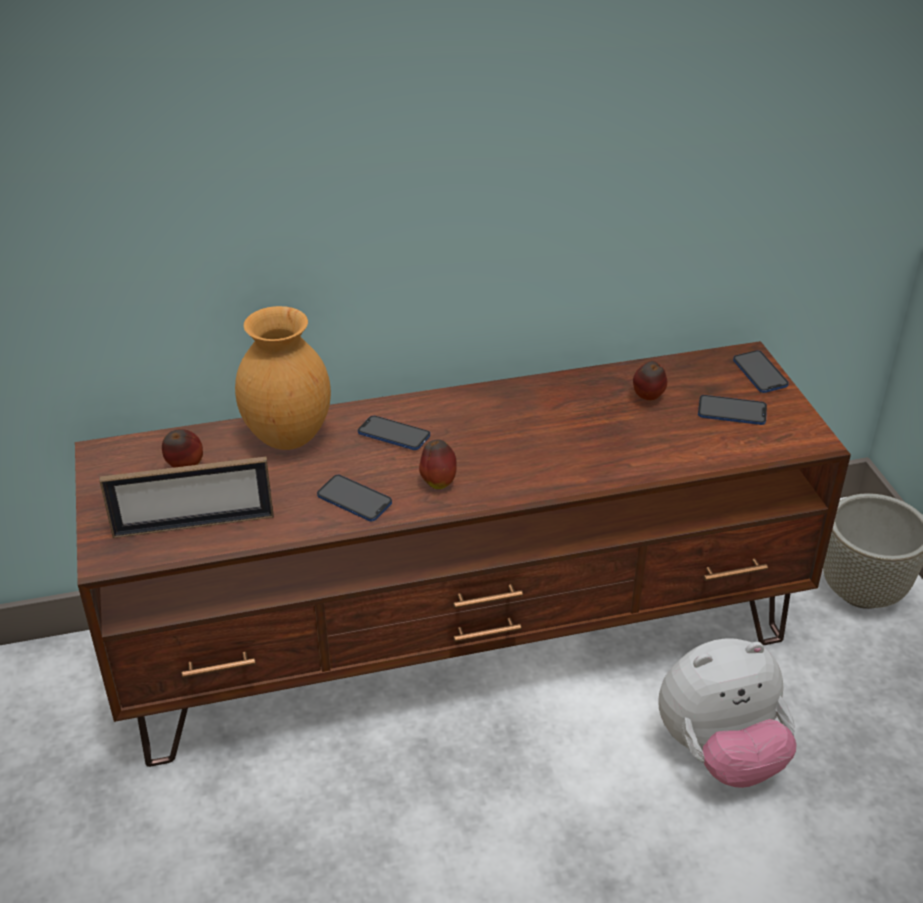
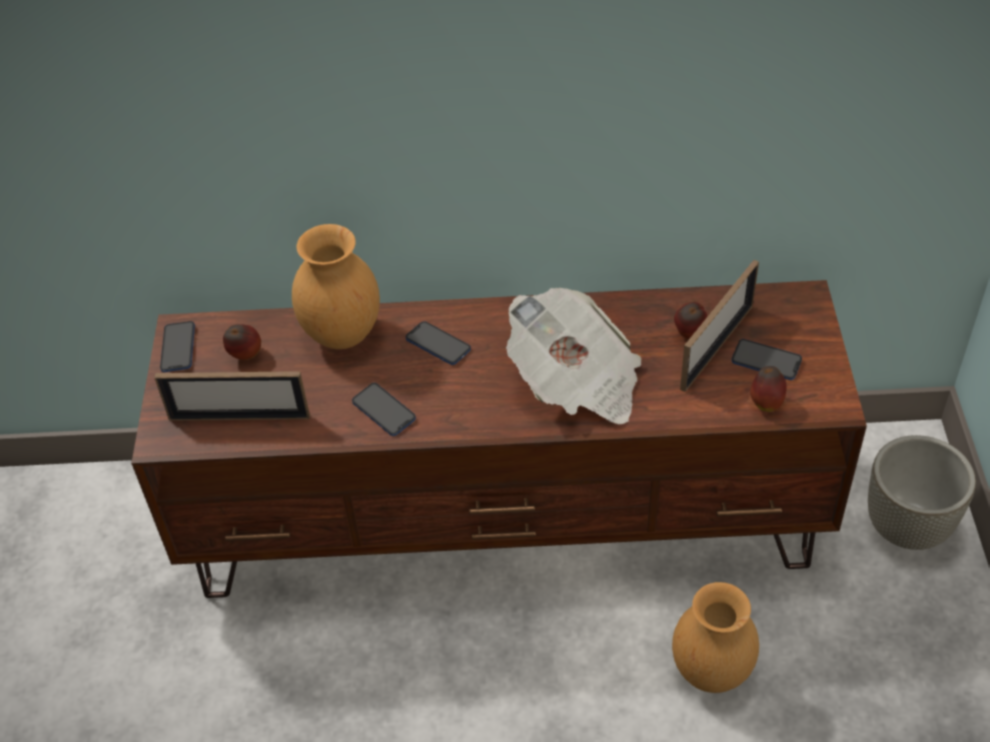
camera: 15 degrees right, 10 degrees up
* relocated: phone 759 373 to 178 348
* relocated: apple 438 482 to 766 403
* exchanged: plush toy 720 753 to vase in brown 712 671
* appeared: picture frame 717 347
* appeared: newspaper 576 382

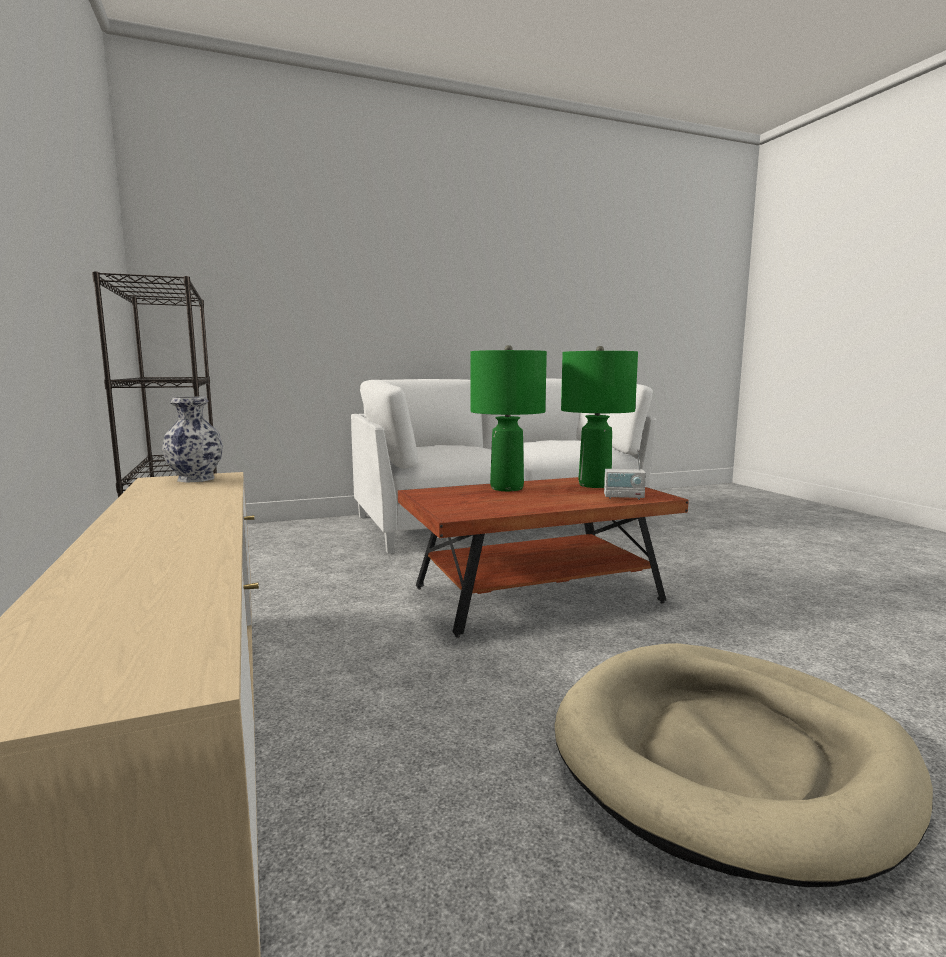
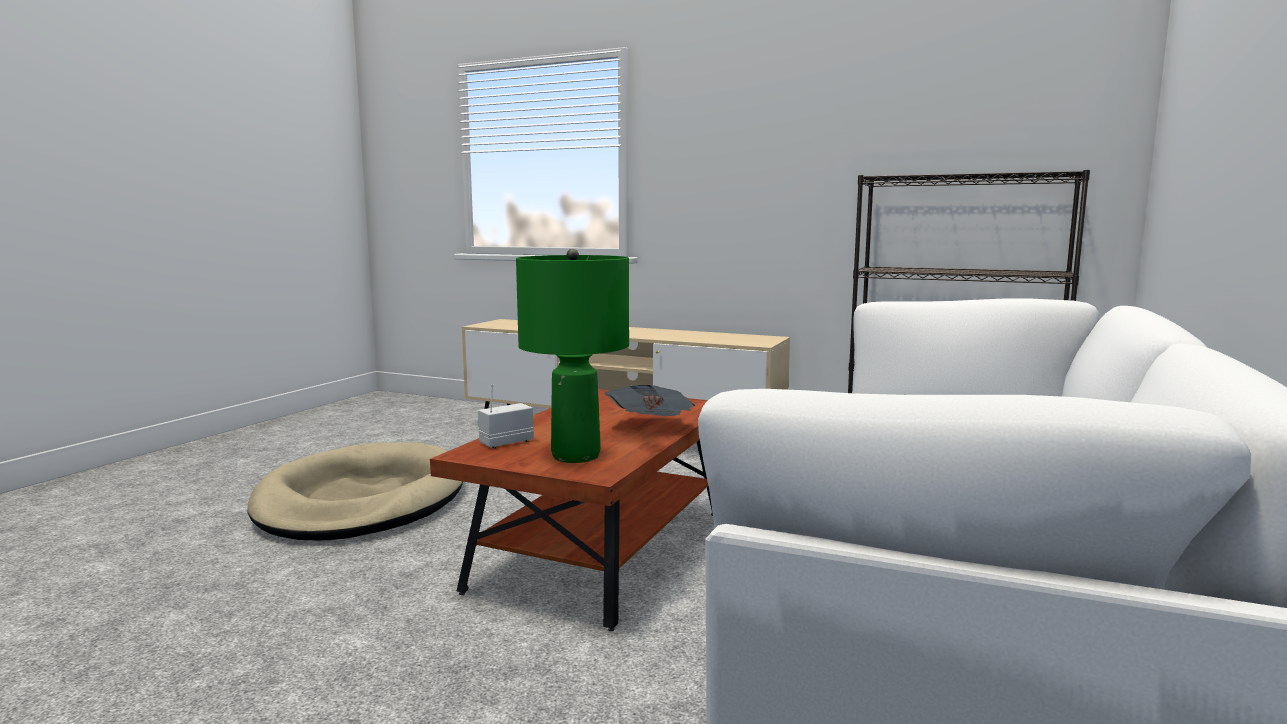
camera: 135 degrees right, 0 degrees up
* exchanged: table lamp in green 506 488 to newspaper 652 426
* missing: vase 195 479

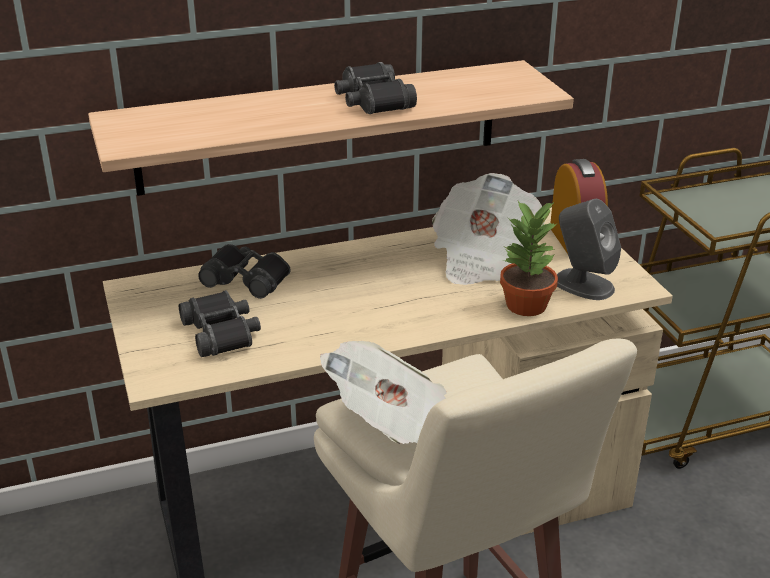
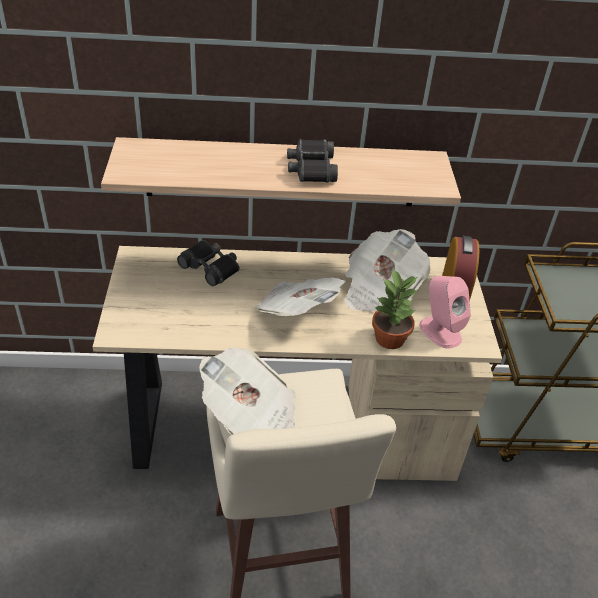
camera: 15 degrees right, 10 degrees up
* colour: speaker in grey 582 284 to speaker in pink 440 331
* missing: binoculars in black 222 333
* appeared: newspaper 297 312

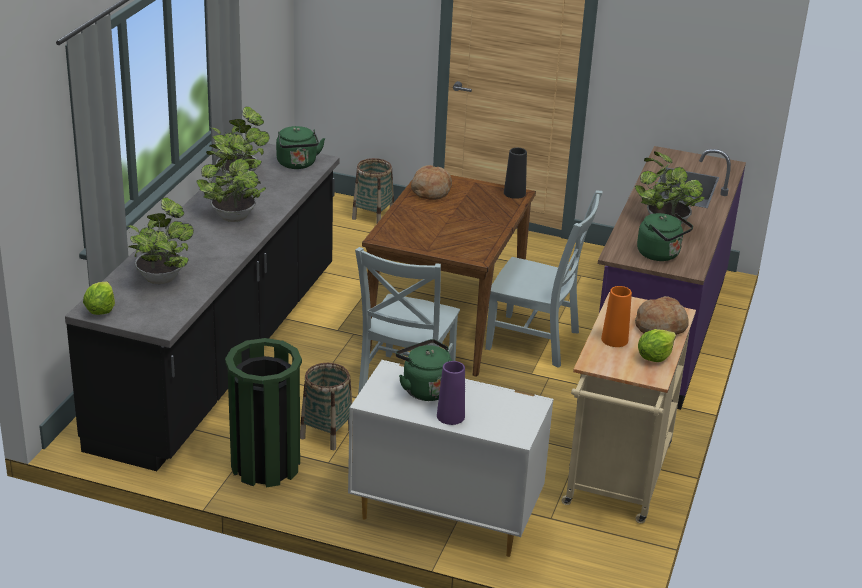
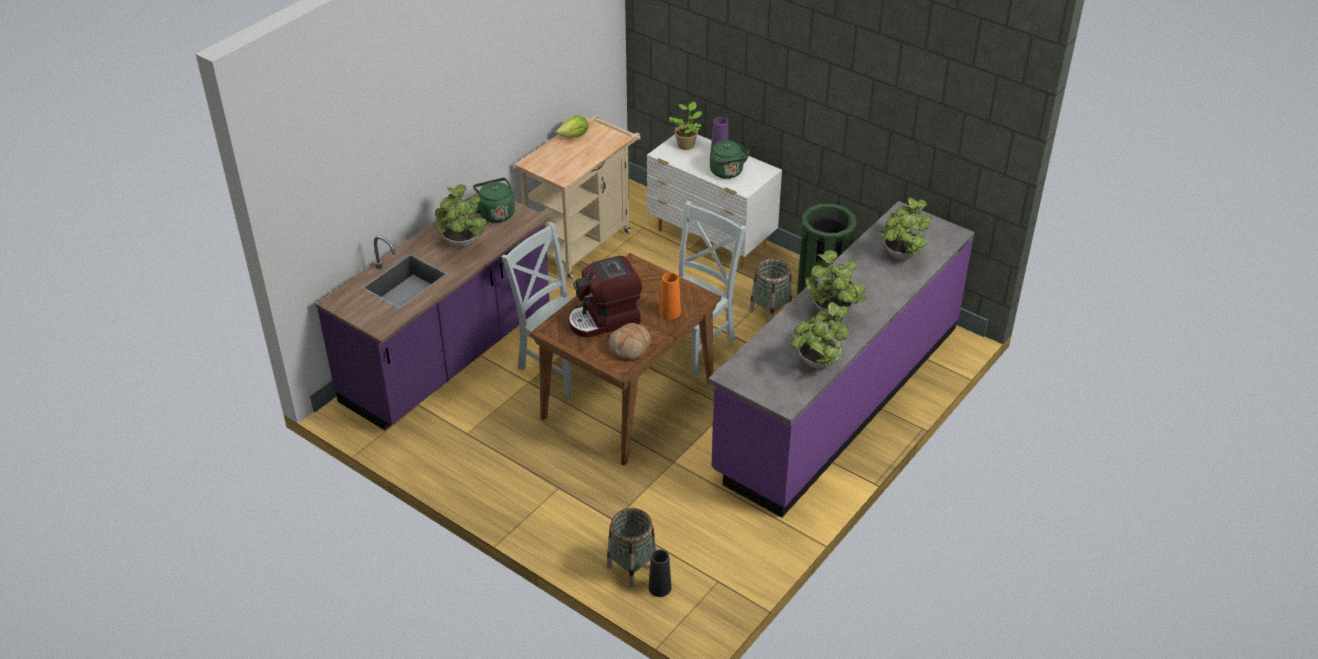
camera: 160 degrees left, 10 degrees up
* missing: kettle in green 297 164
* colour: counter in black 221 355 to counter in purple 838 398
* relocated: vase in black 514 193 to 659 587
* missing: lettuce 100 310
* relocated: vase in orange 614 339 to 670 312
* missing: bread 660 326
* appeared: potted plant 686 144
* appeared: coffee machine 604 320

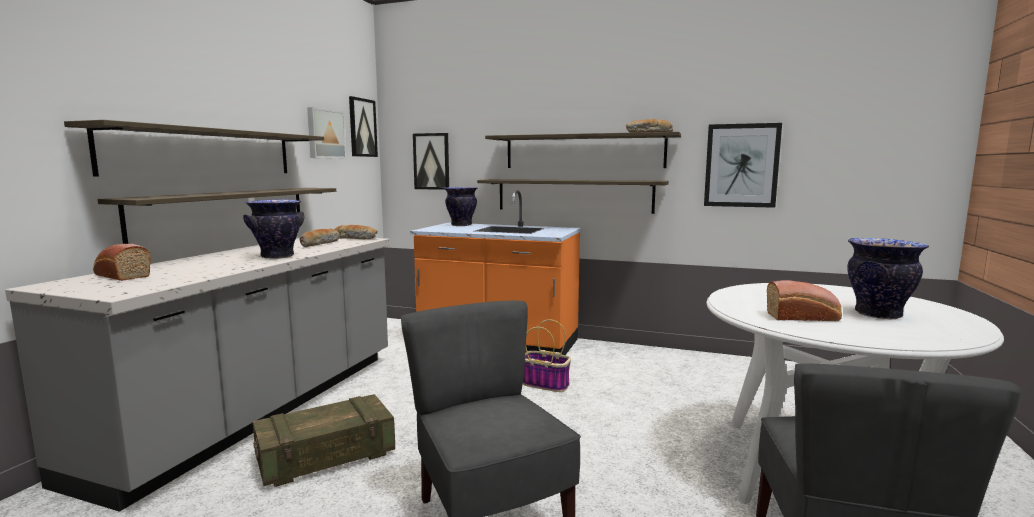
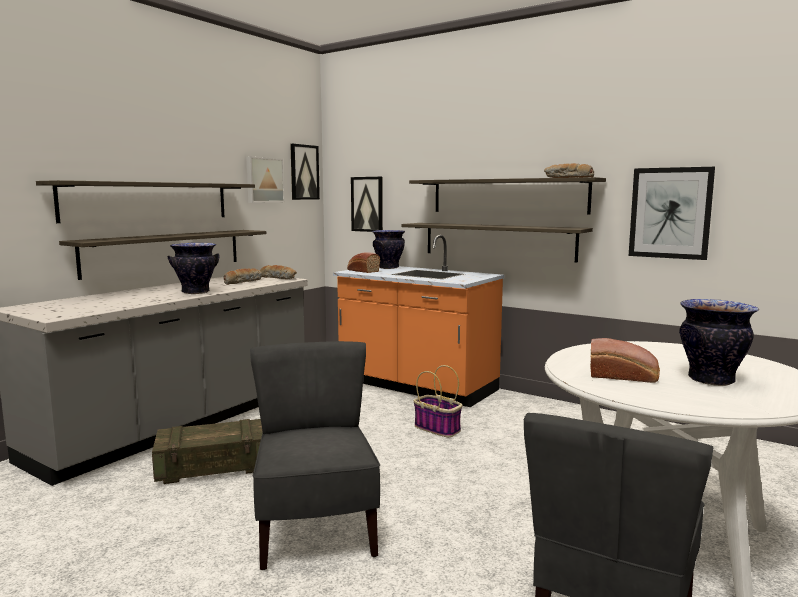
camera: 15 degrees right, 0 degrees up
* relocated: bread 121 275 to 362 271

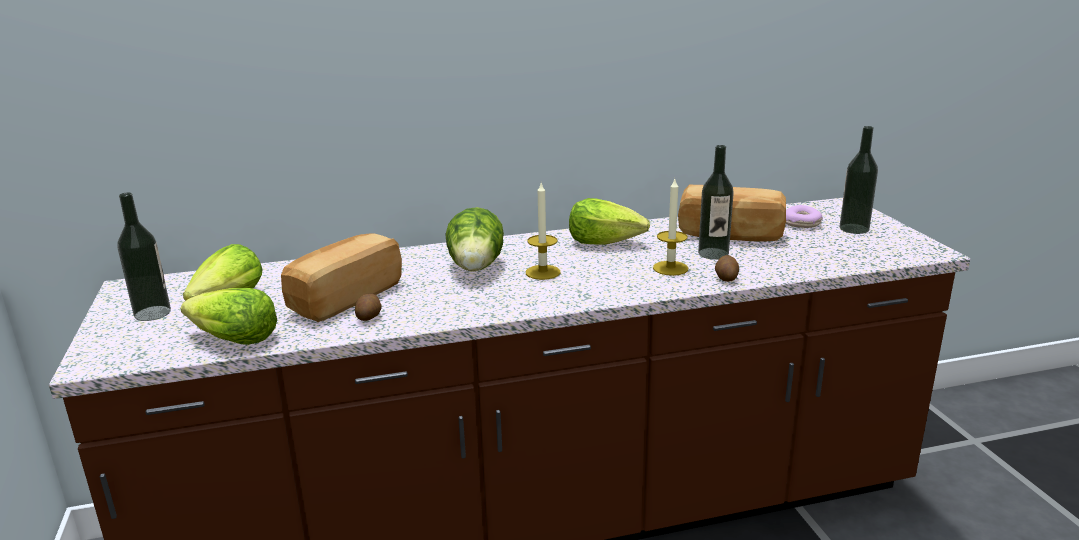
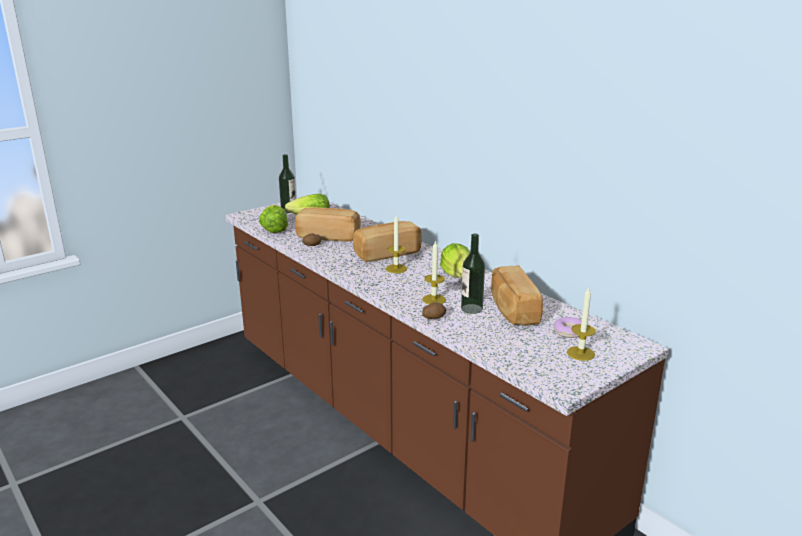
camera: 65 degrees right, 0 degrees up
* exchanged: bottle 854 229 to candle 580 353
* exchanged: lettuce 476 269 to bread 386 253

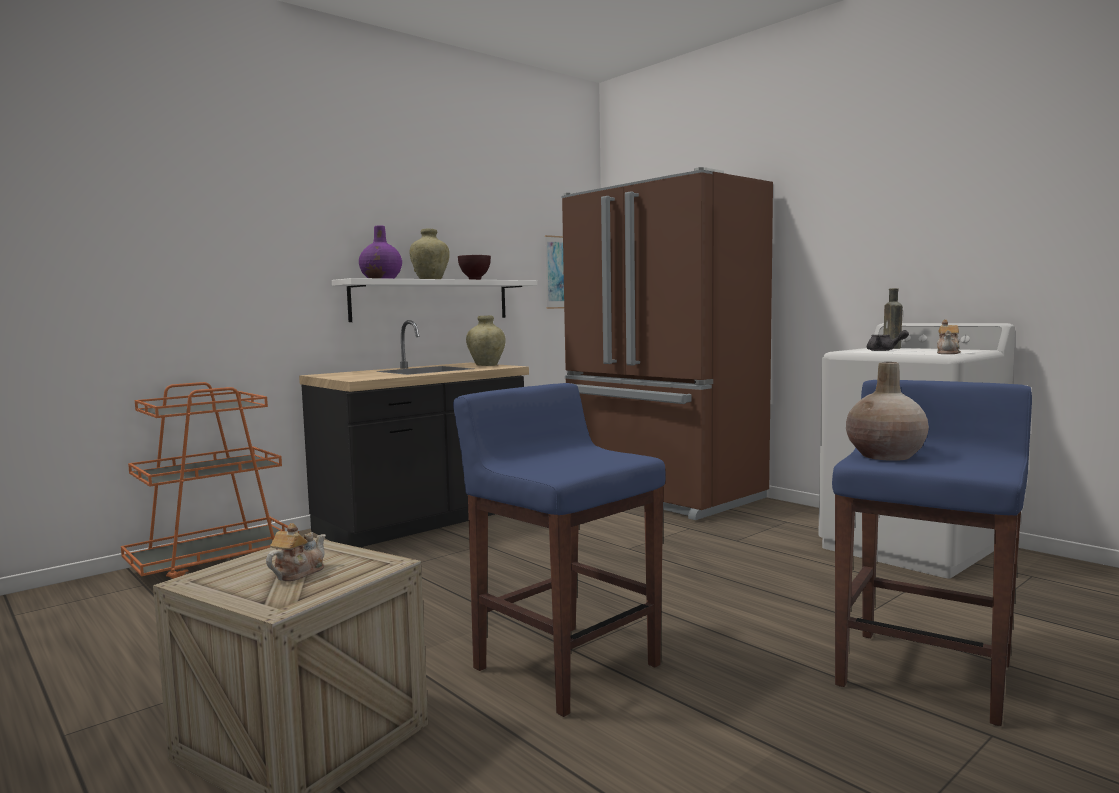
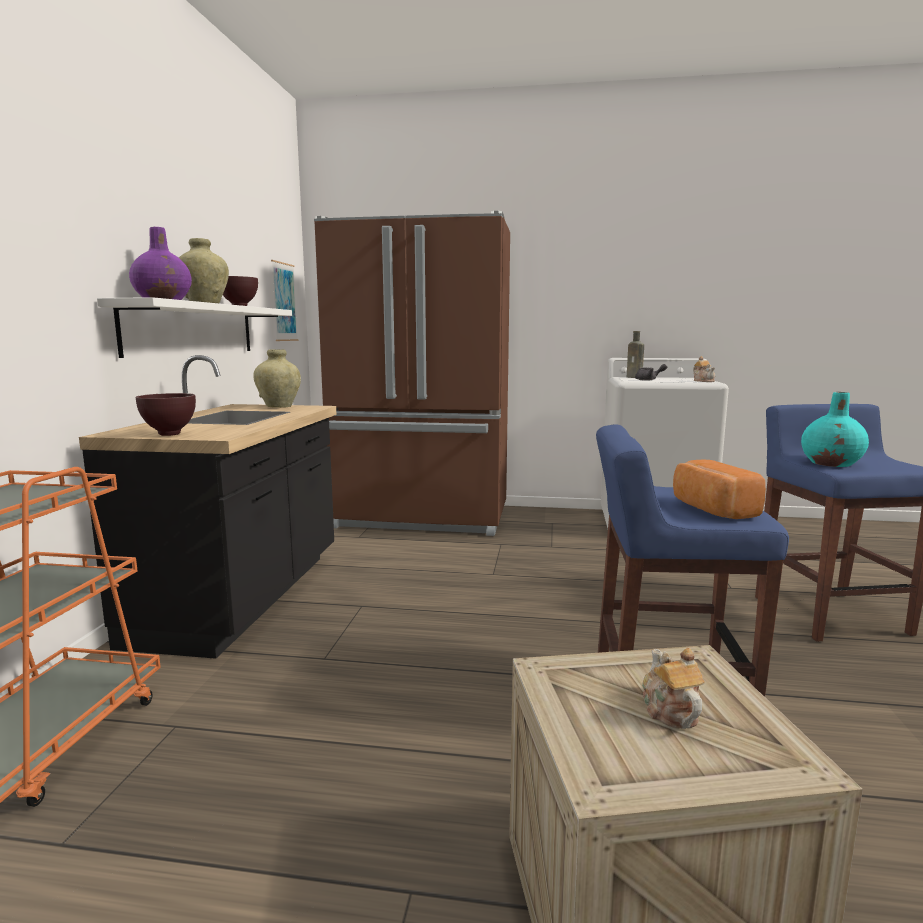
camera: 40 degrees left, 5 degrees up
* colour: vase in beige 886 456 to vase in turquoise 832 463
* appeared: bowl in brown 168 434
* appeared: bread 711 510

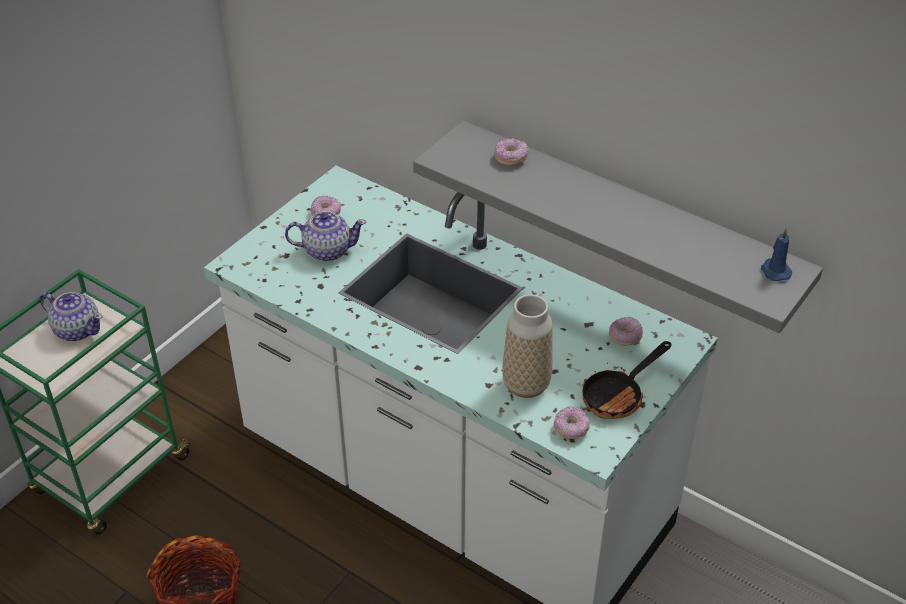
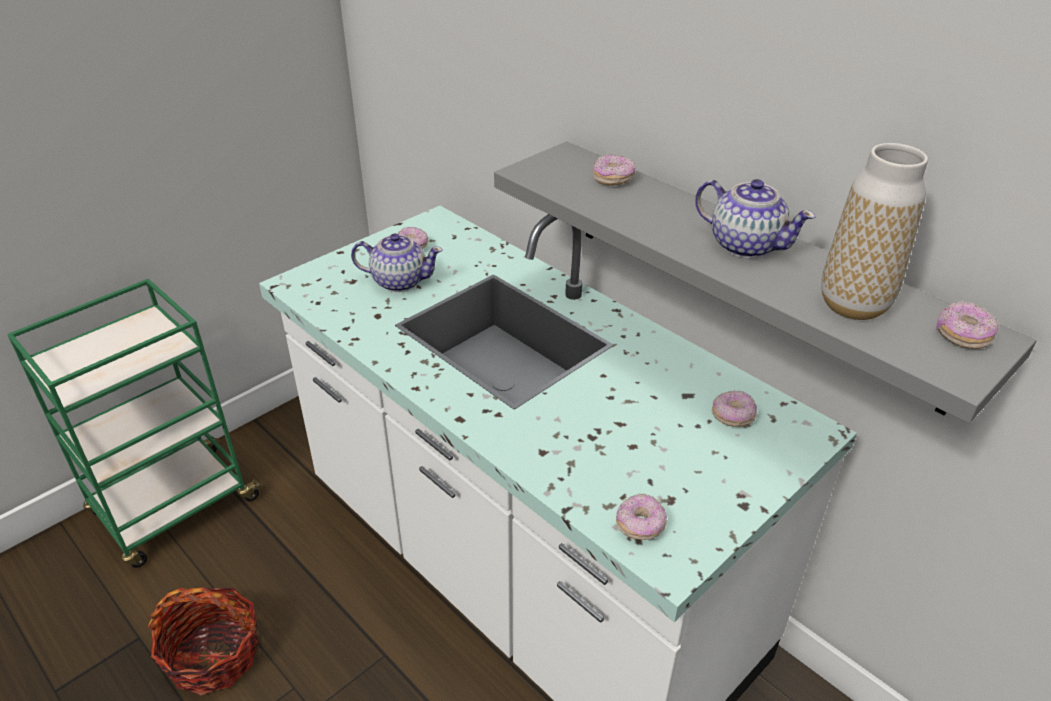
camera: 10 degrees right, 5 degrees down
* exchanged: candle in blue 774 271 to donut 962 335
* relocated: teapot 77 329 to 745 245
* relocated: vase 526 385 to 853 305
* missing: frying pan 618 395

